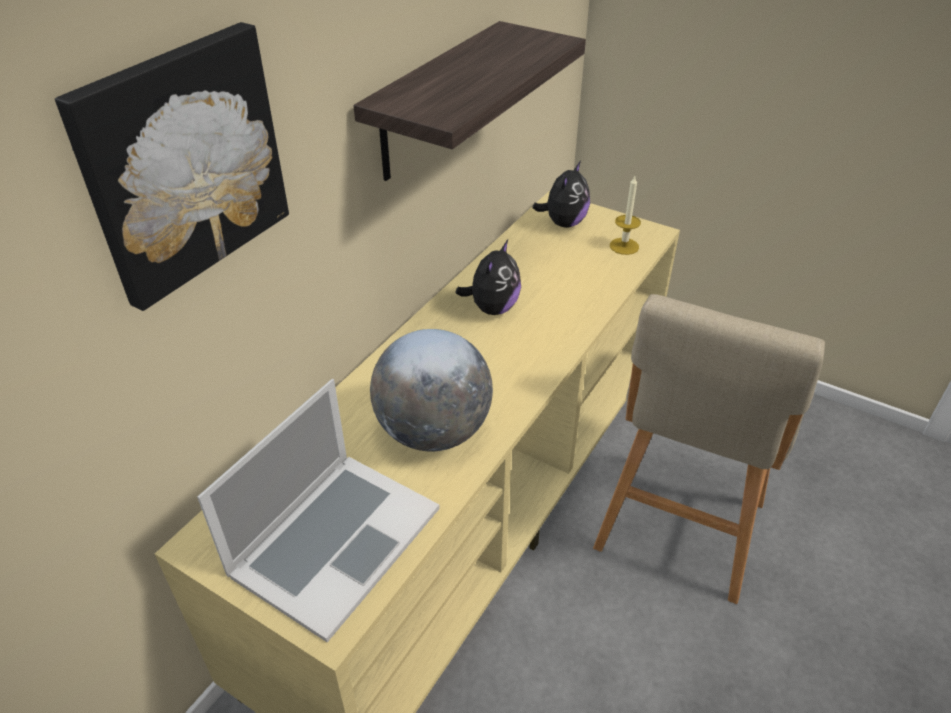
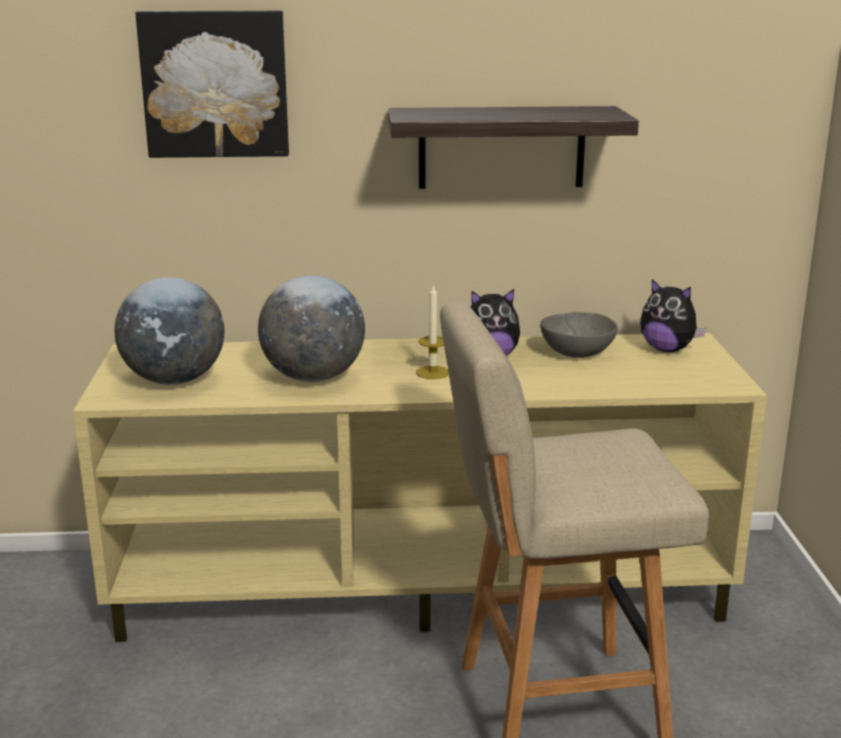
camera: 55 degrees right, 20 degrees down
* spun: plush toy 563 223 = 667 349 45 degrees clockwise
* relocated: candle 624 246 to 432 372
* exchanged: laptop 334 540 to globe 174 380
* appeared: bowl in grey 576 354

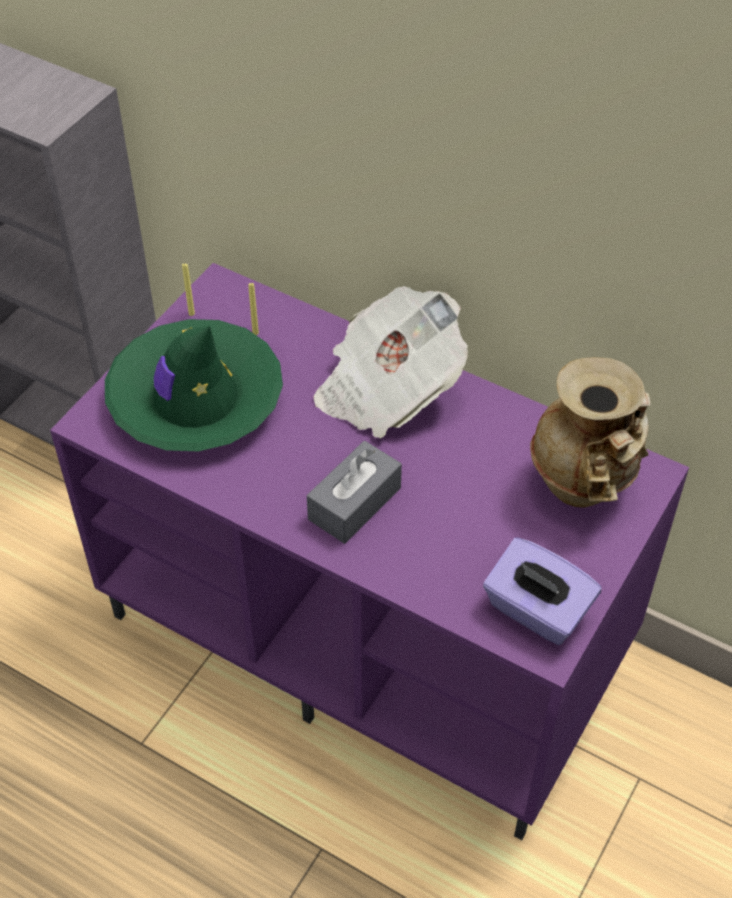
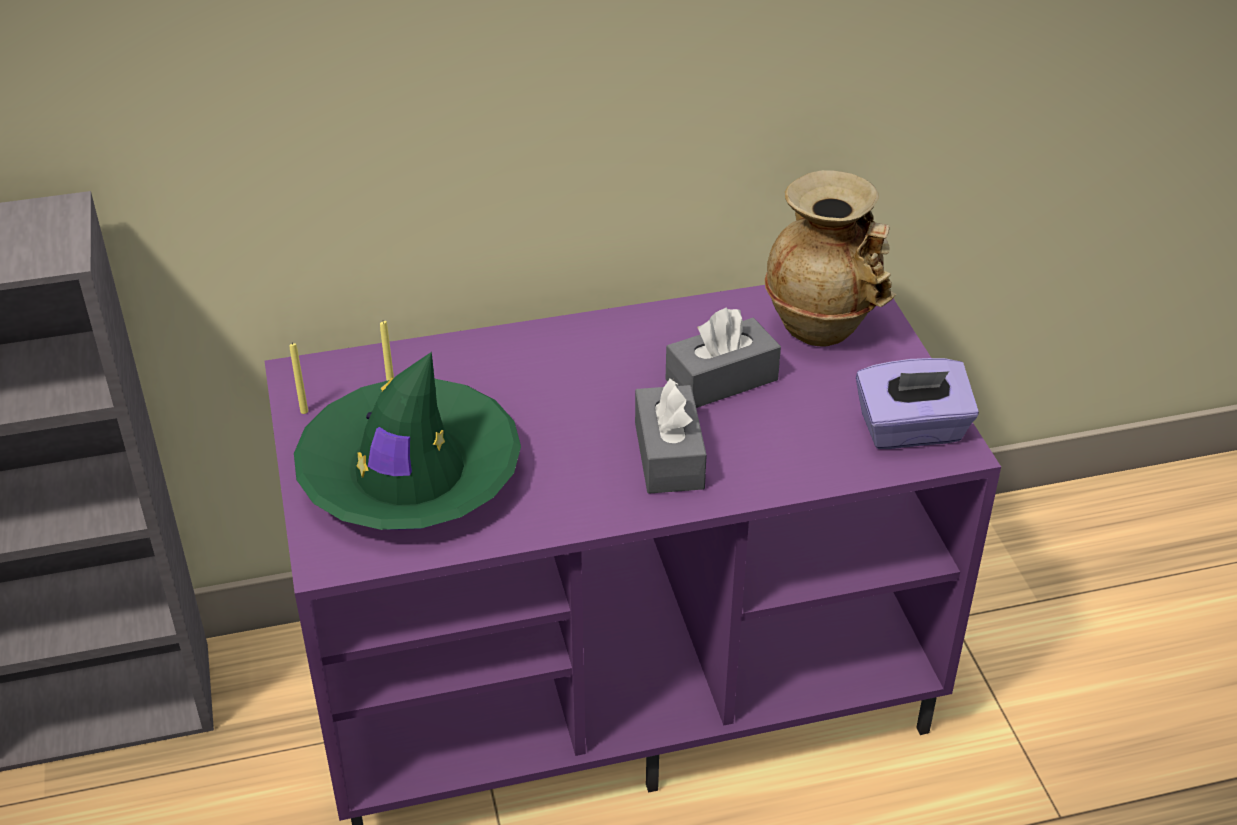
camera: 45 degrees left, 10 degrees down
* missing: newspaper 387 388
* appeared: tissue box in grey 721 380

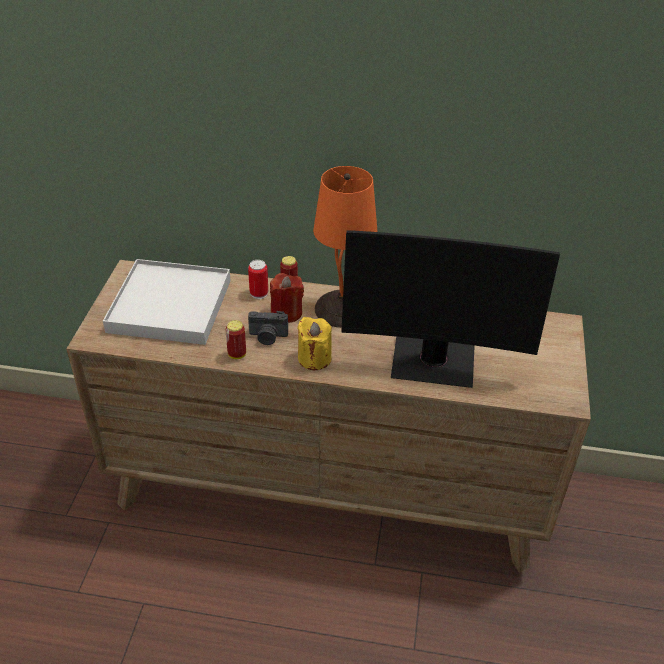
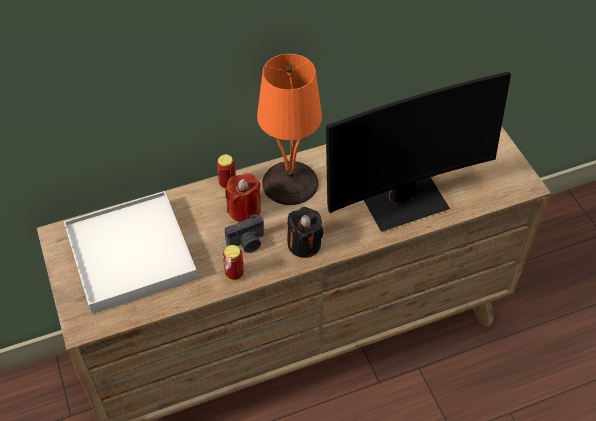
camera: 30 degrees left, 10 degrees up
* missing: can 259 293
* colour: candle in yellow 314 358 to candle in black 304 244

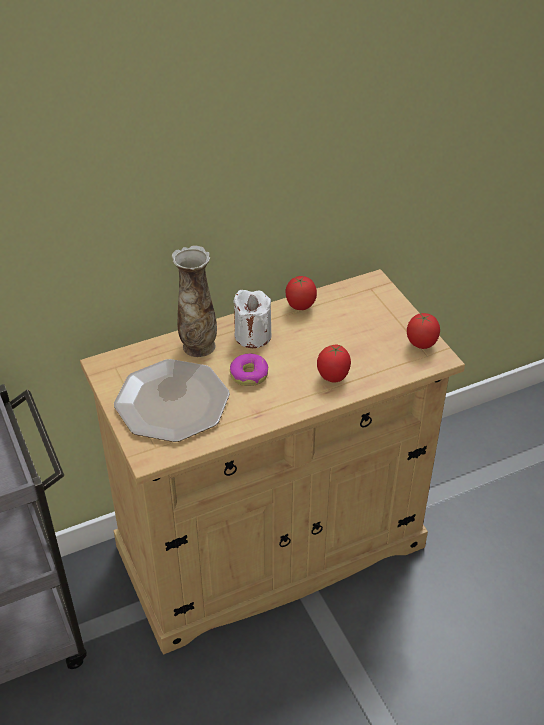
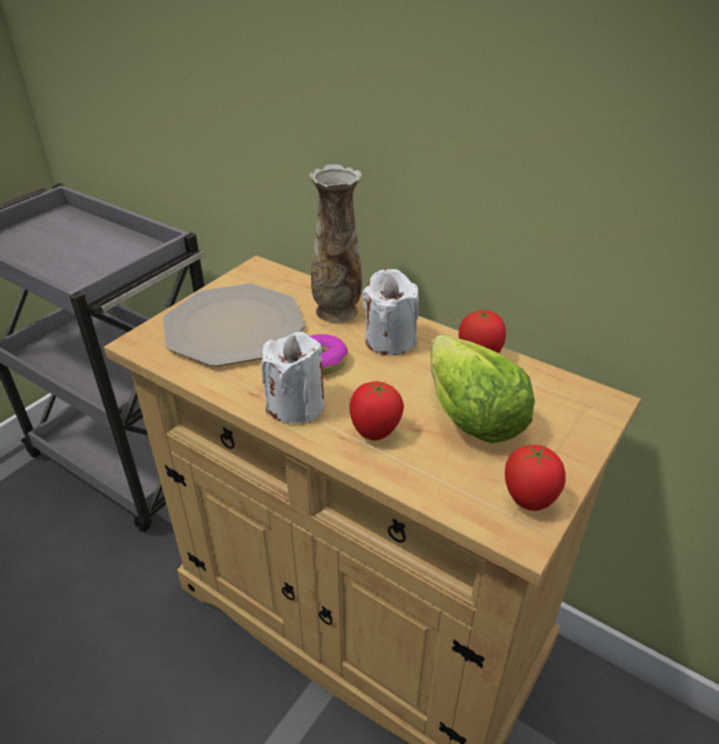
camera: 60 degrees right, 5 degrees down
* appeared: candle in white 296 405
* appeared: lettuce 470 414

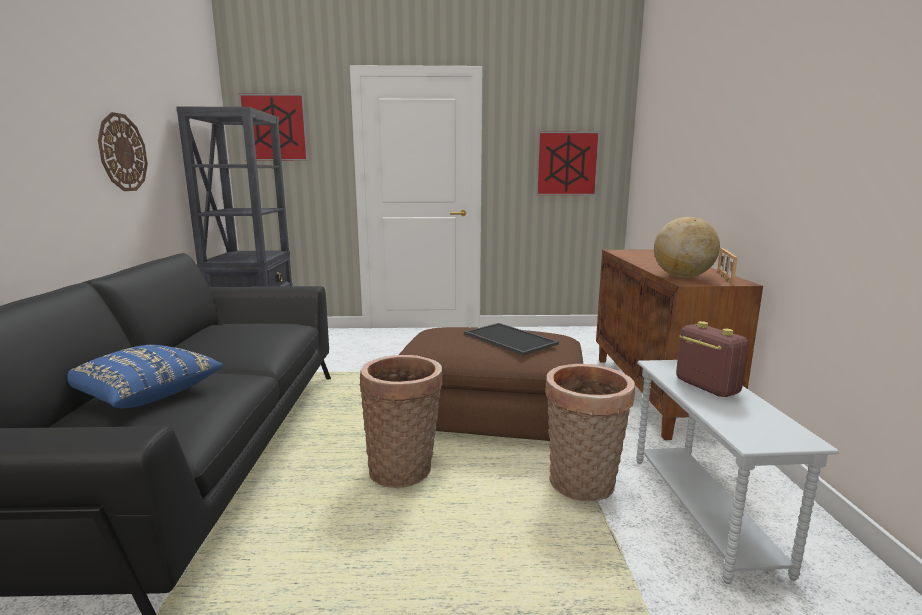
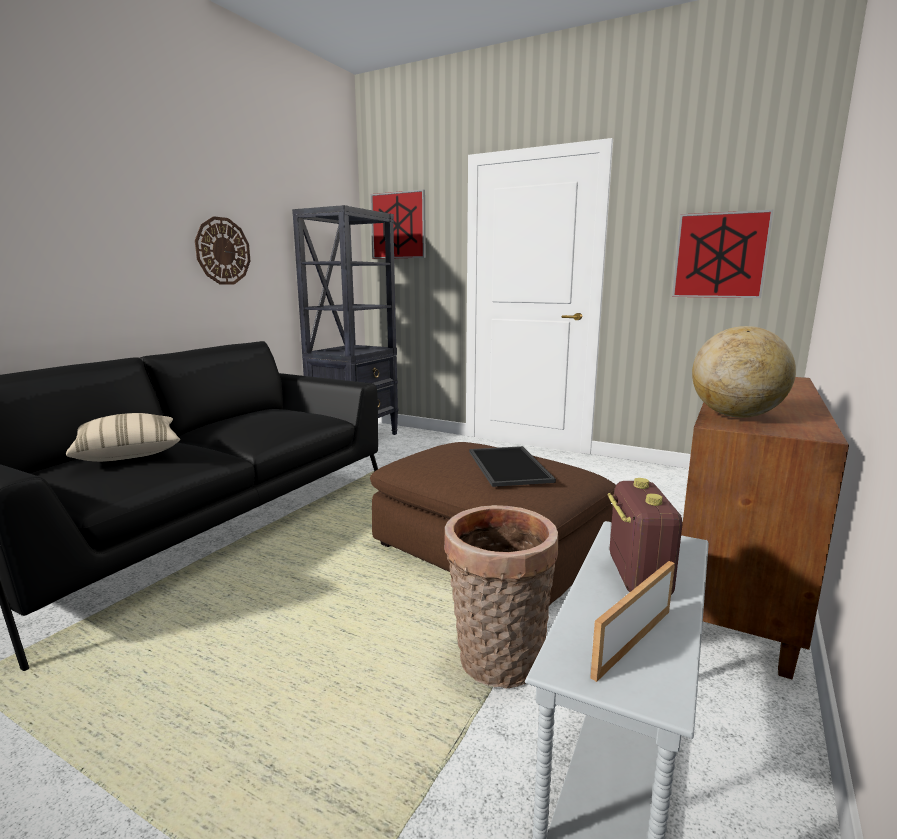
camera: 30 degrees right, 0 degrees up
* relocated: picture frame 723 277 to 630 641
* colour: pillow in blue 144 393 to pillow in beige 128 453
* missing: basket 404 470

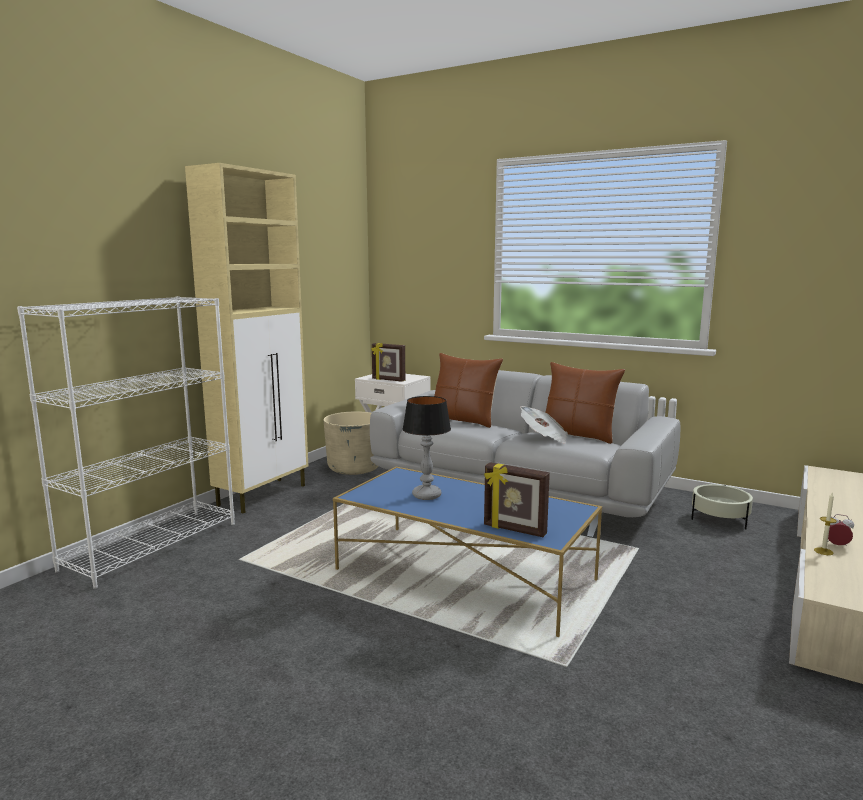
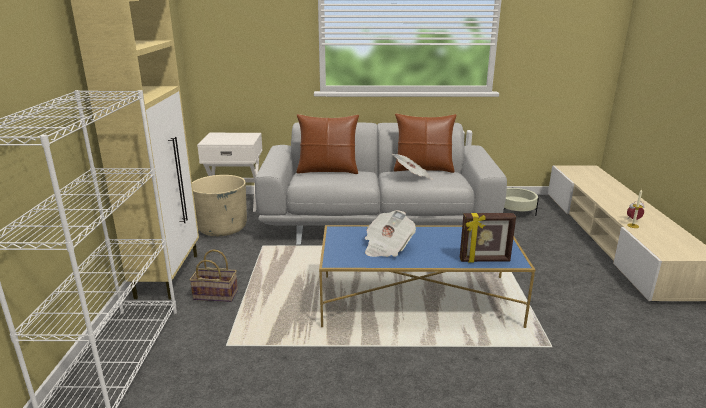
camera: 30 degrees left, 10 degrees up
* missing: picture frame 388 380
* exchanged: table lamp 426 496 to newspaper 387 247
* appeared: basket 217 294

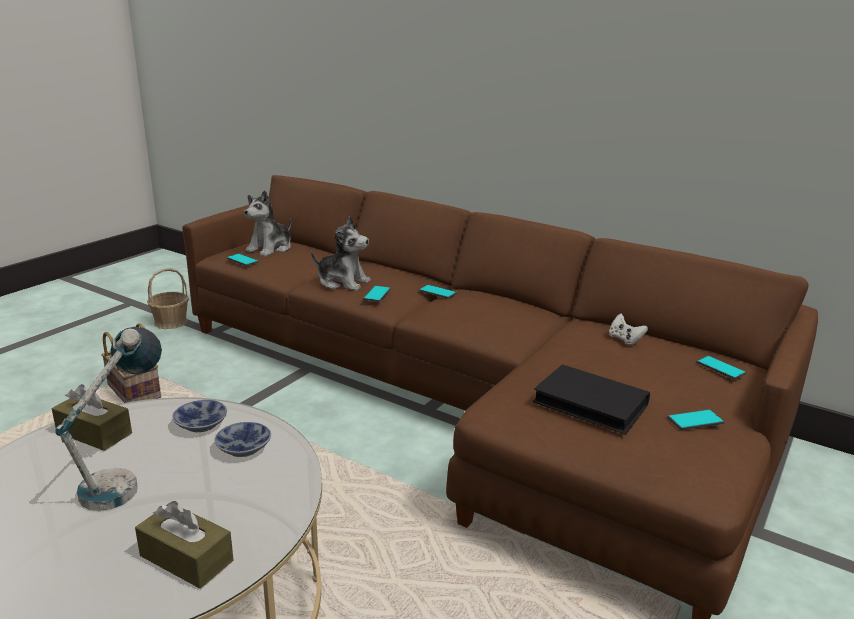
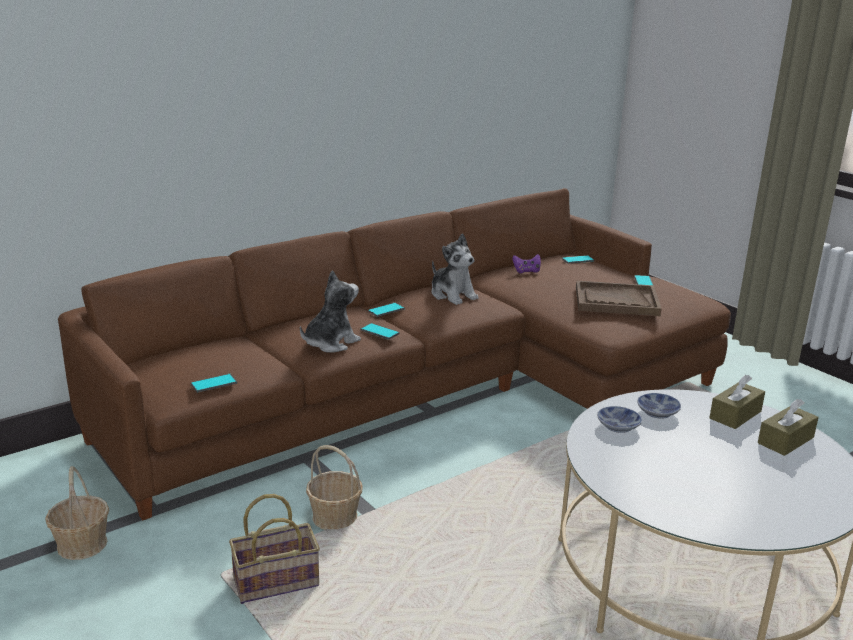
camera: 70 degrees left, 0 degrees up
* relocated: plush toy 270 248 to 452 295
* colour: game controller in white 625 340 to game controller in purple 526 271
* missing: table lamp 125 478
* exchanged: book in black 591 403 to tray in brown 616 301
* relocated: tissue box in brown 94 433 to 735 415
* appeared: basket 335 517

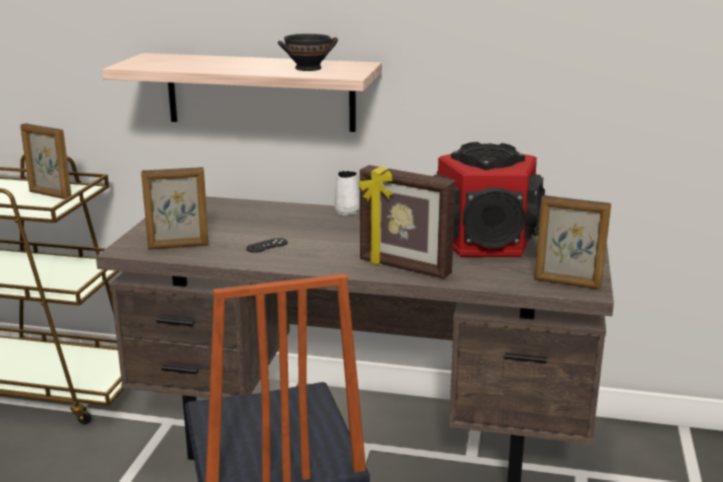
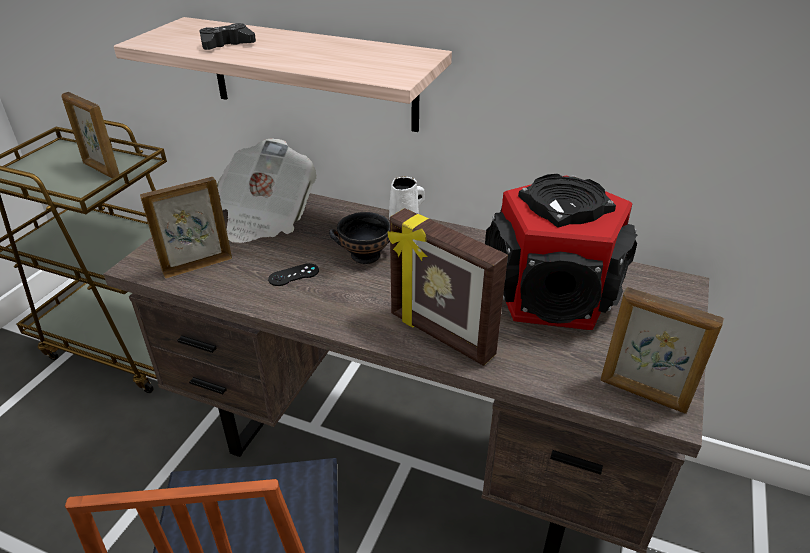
camera: 10 degrees right, 15 degrees up
* relocated: bowl in black 309 68 to 366 256
* spun: picture frame 178 246 = 197 266 150 degrees clockwise
* appeared: game controller in black 226 45
* appeared: newspaper 266 216

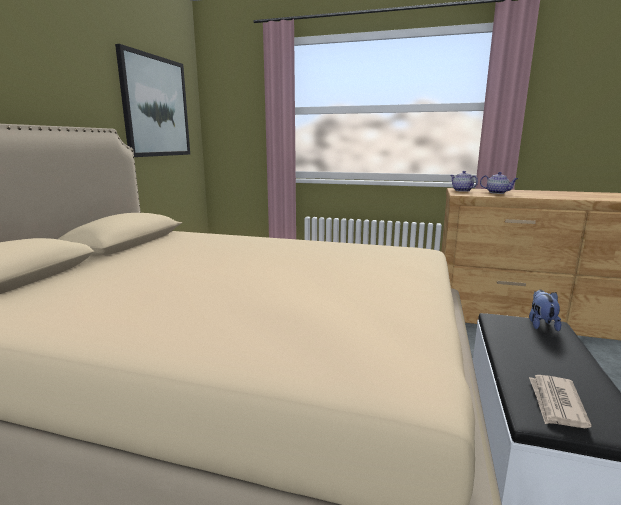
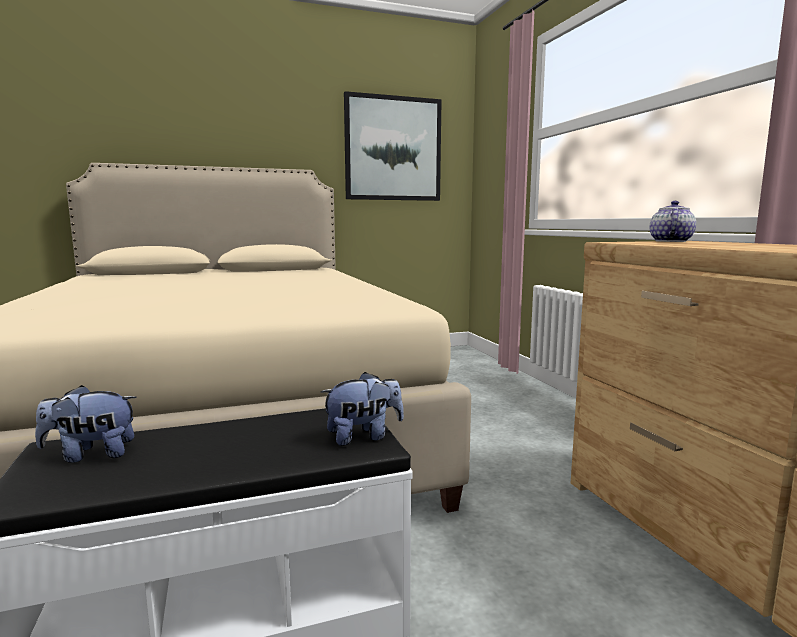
camera: 55 degrees right, 5 degrees down
* missing: teapot 497 193
* exchanged: newspaper 556 403 to plush toy 91 454

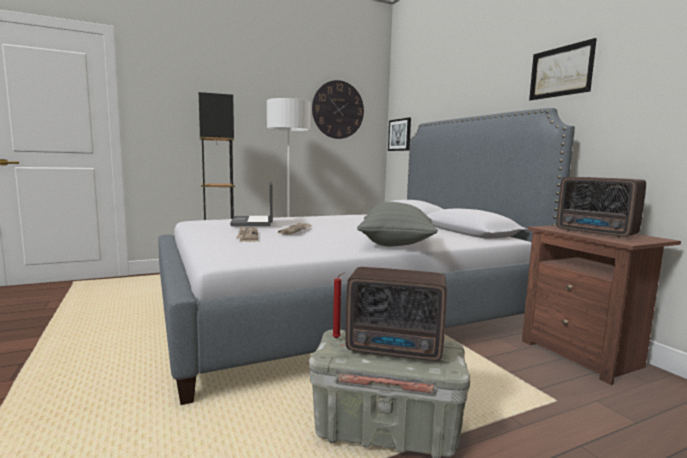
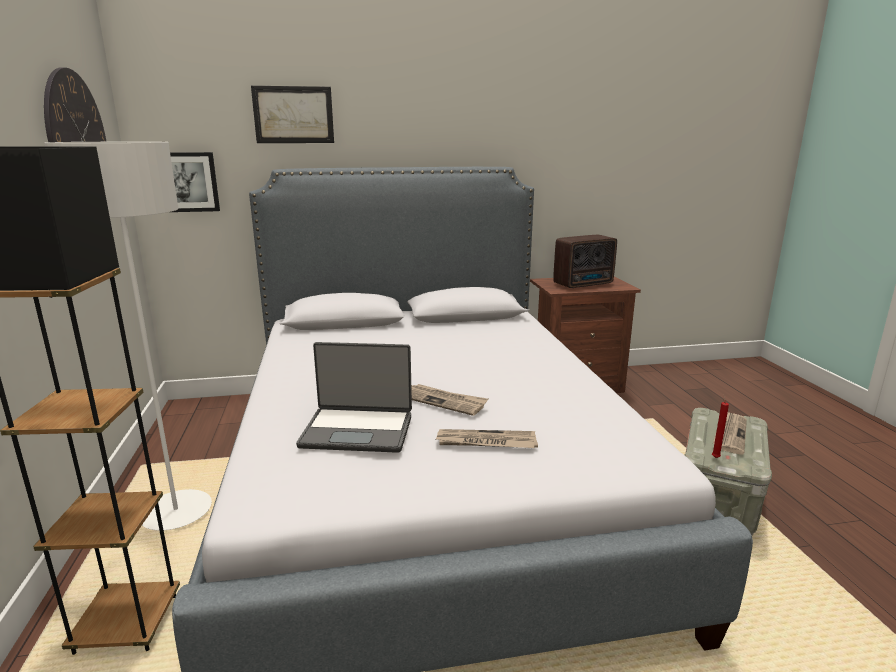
camera: 75 degrees left, 10 degrees up
* relocated: picture 560 71 to 293 115
* missing: pillow in grey 396 245
* exchanged: radio 396 350 to newspaper 729 434

